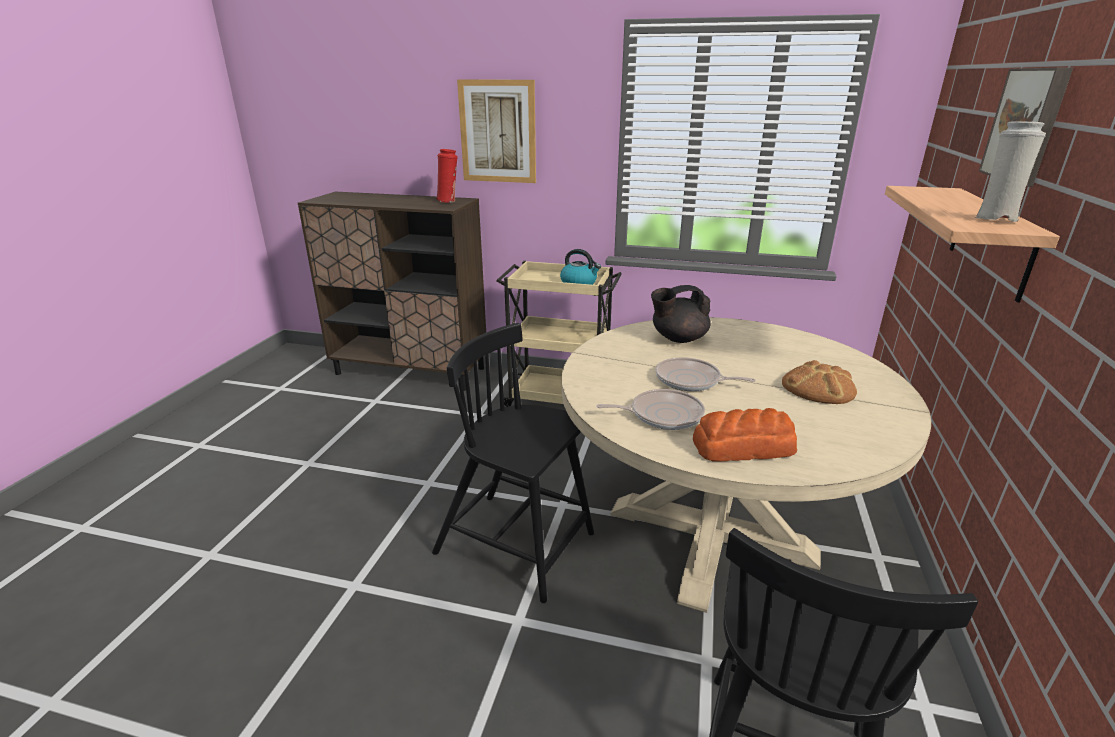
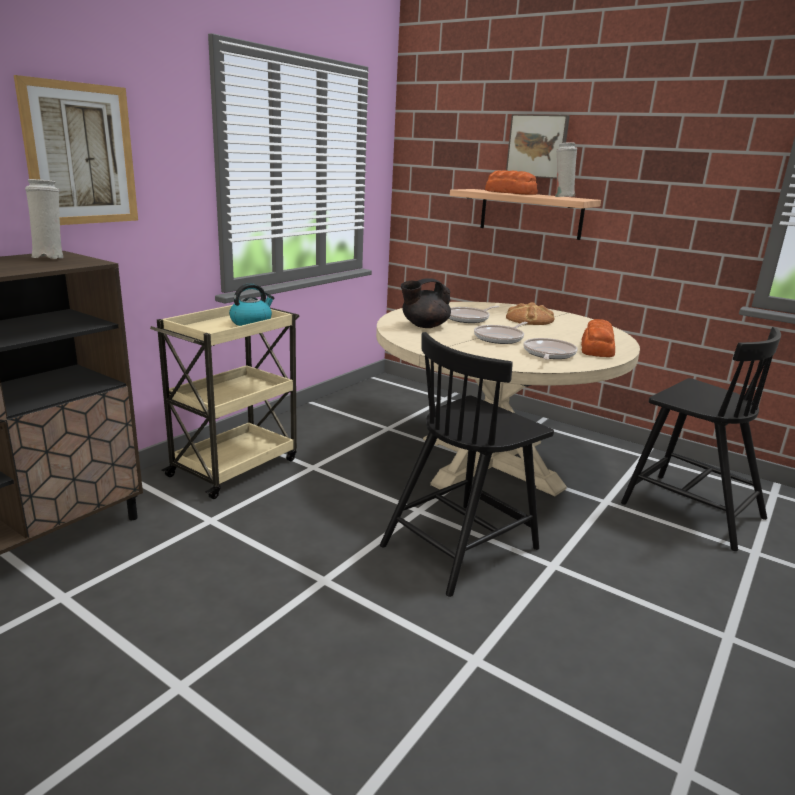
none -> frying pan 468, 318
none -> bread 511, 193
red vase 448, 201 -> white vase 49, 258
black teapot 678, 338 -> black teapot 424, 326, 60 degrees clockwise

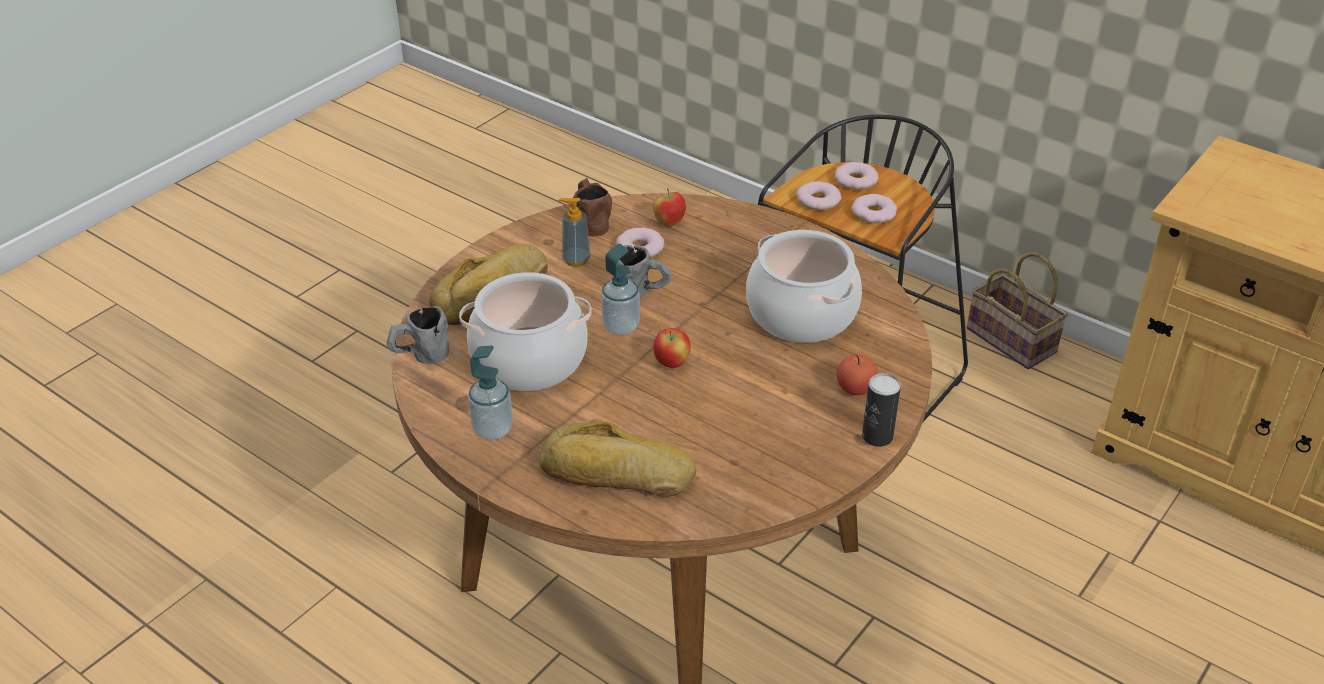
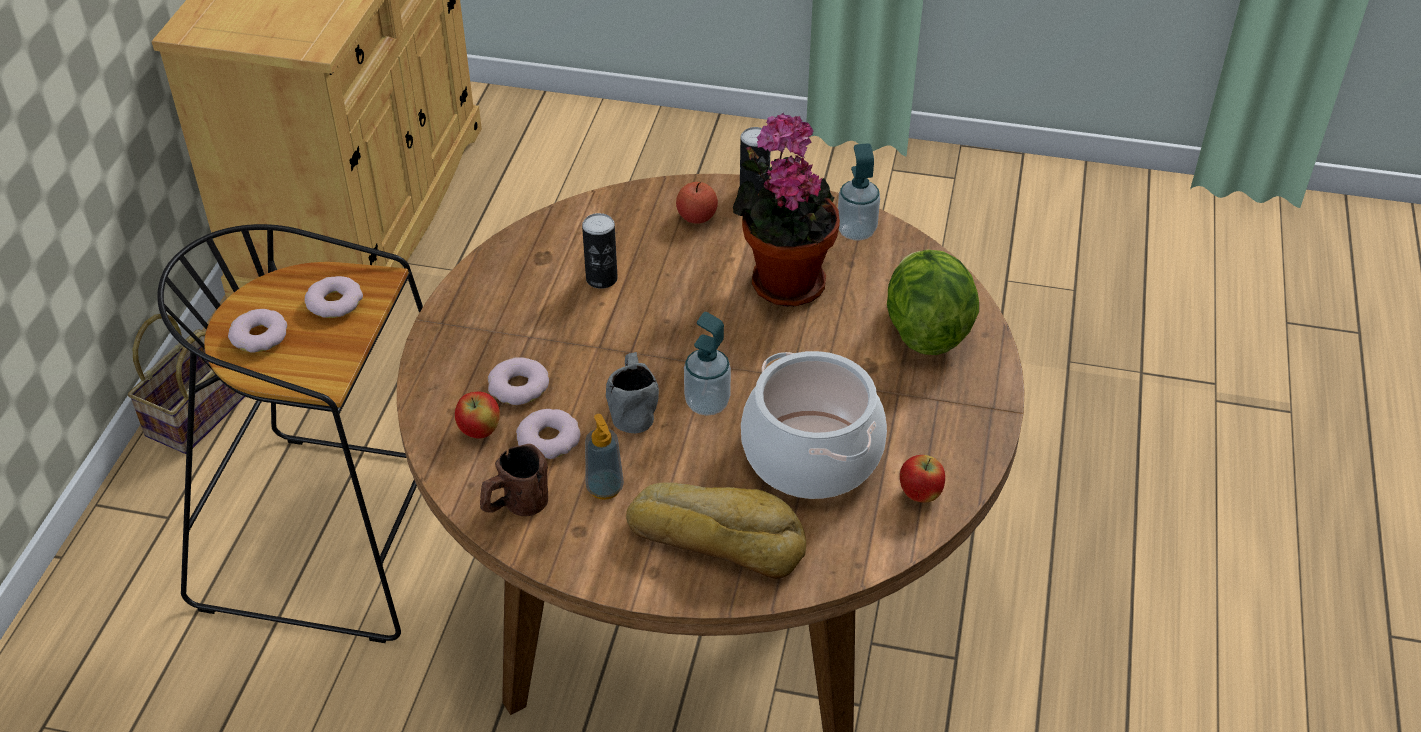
grey mug 420, 356 -> none
none -> potted plant 783, 280
soap dispenser 492, 429 -> soap dispenser 856, 231, relocated
apple 672, 363 -> apple 919, 495, relocated
donut 818, 200 -> donut 519, 387, relocated
bread 616, 475 -> lettuce 925, 330
cooking pot 800, 314 -> can 601, 279

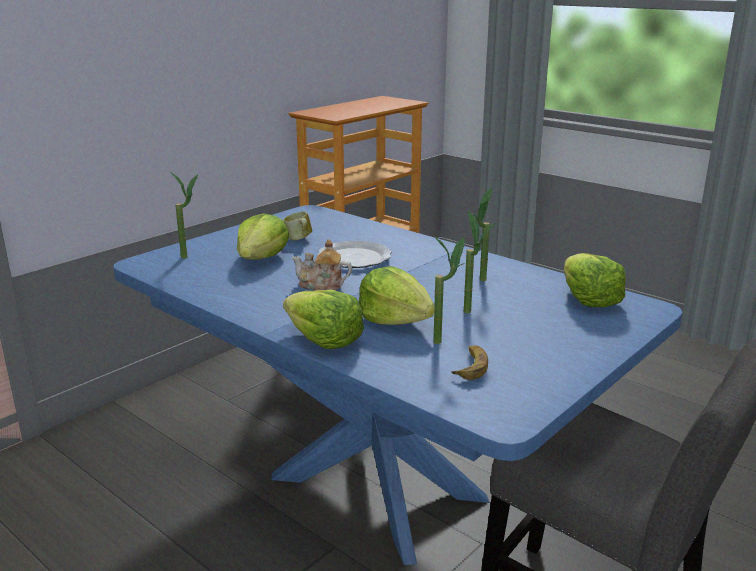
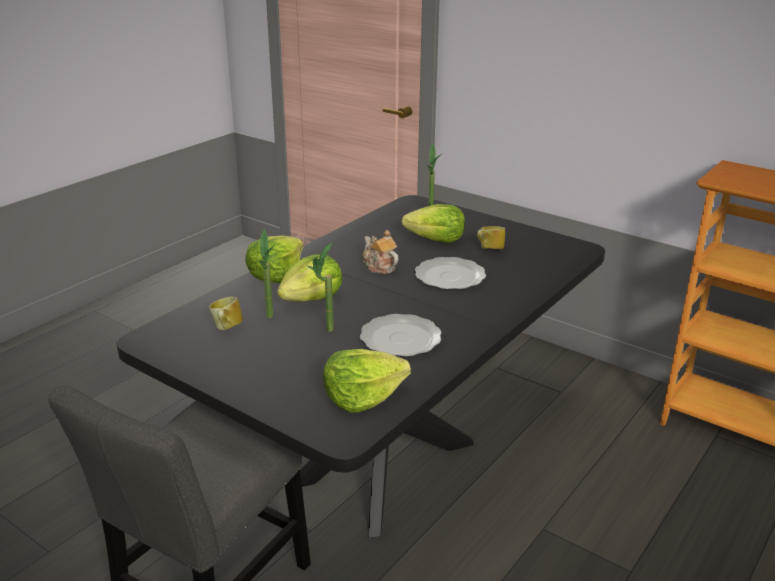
banana 470, 366 -> mug 226, 329
potted plant 481, 282 -> plate 400, 338
blue dining table 377, 486 -> black dining table 385, 464
teapot 321, 286 -> teapot 379, 267, 45 degrees counterclockwise

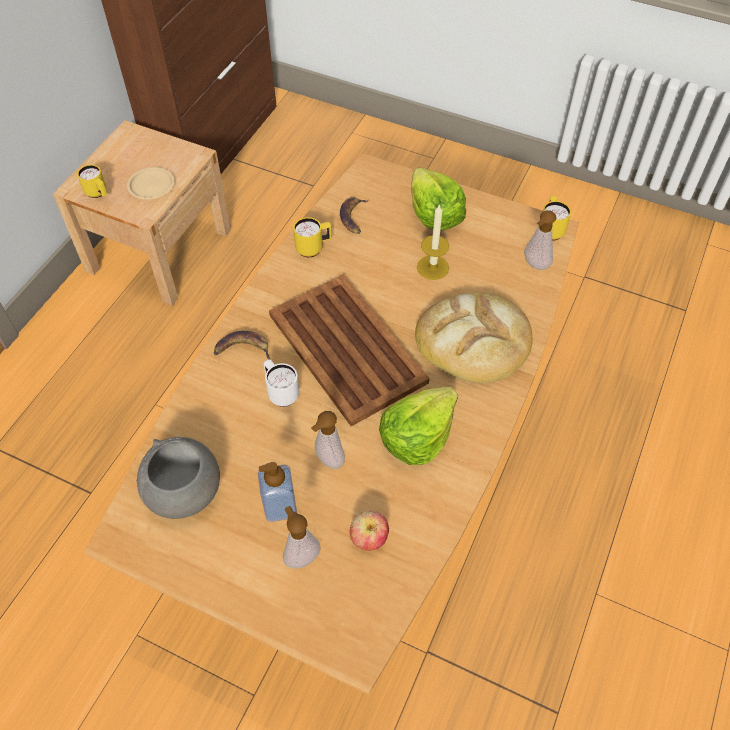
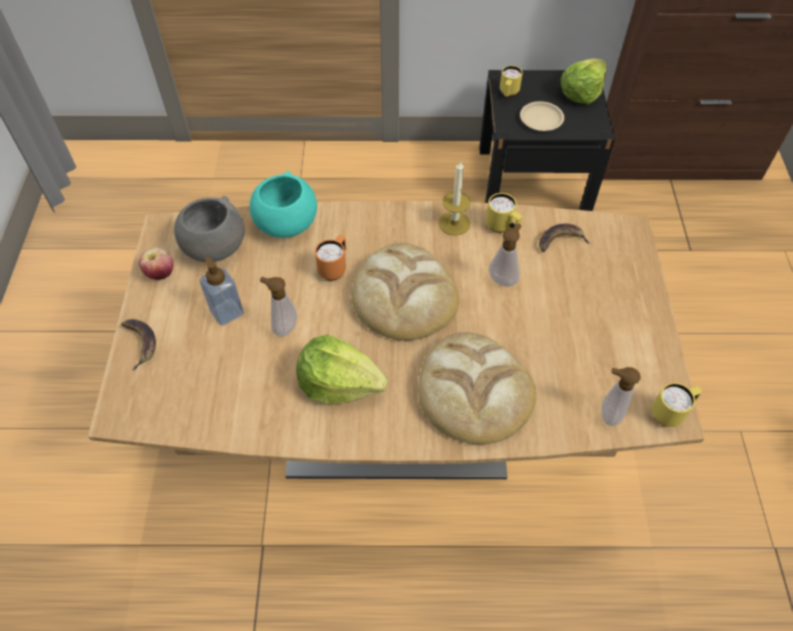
none -> turquoise bowl 286, 224
banana 242, 349 -> banana 139, 343, relocated
soap dispenser 301, 556 -> soap dispenser 503, 279, relocated
apple 369, 539 -> apple 160, 274, relocated
lettuce 434, 215 -> lettuce 581, 92, relocated
candle 432, 267 -> candle 454, 223, relocated
brown tray 347, 350 -> bread 404, 296
beige nightstand 159, 250 -> black nightstand 533, 180
white mug 281, 392 -> orange mug 334, 268

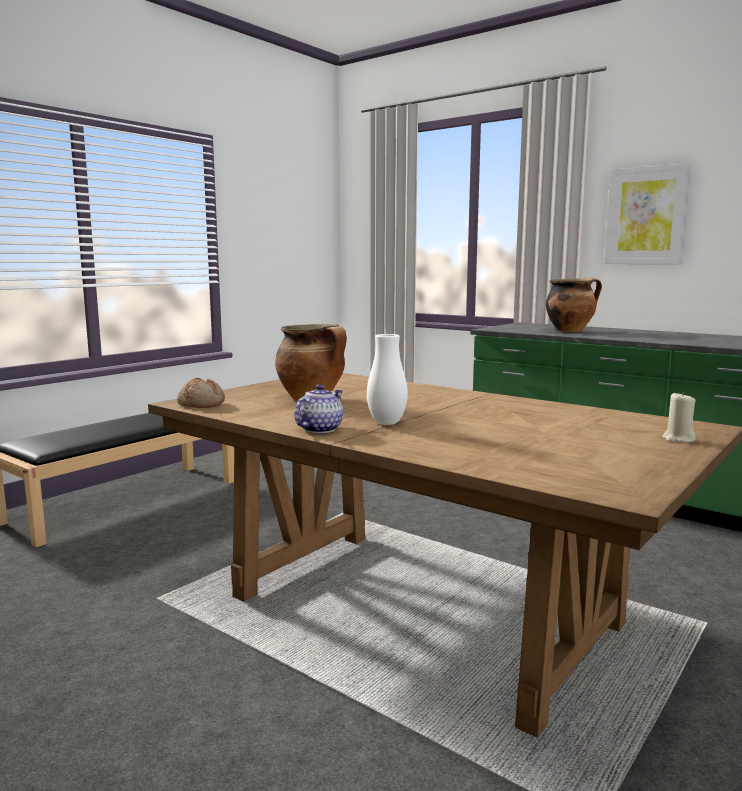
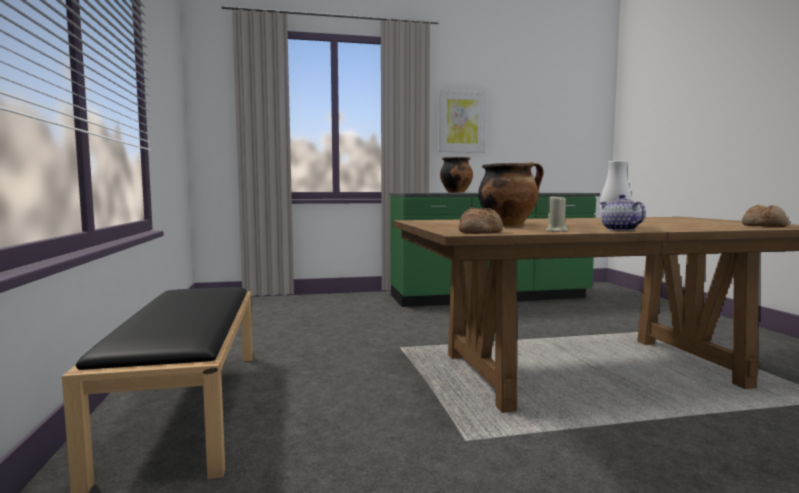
none -> bread 764, 226
beige candle 678, 439 -> beige candle 556, 231, relocated

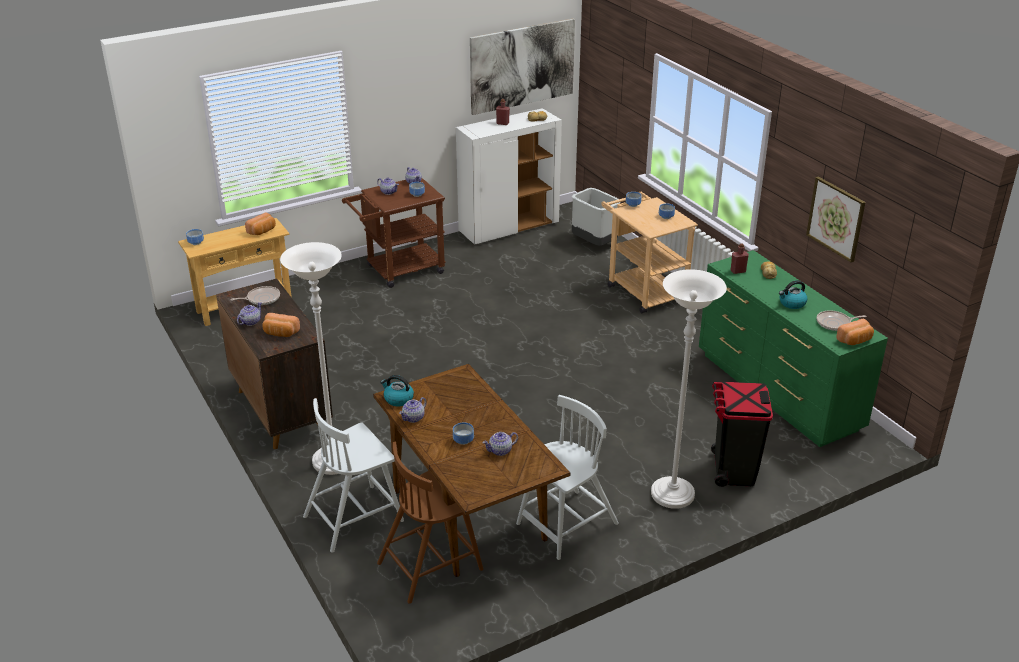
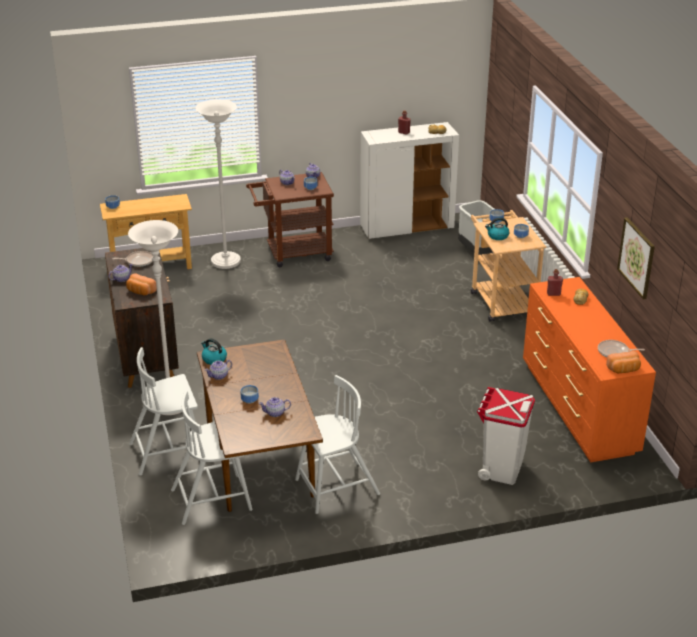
bread 262, 231 -> none
picture 522, 66 -> none
white floor lamp 672, 495 -> white floor lamp 226, 262, relocated
kettle 792, 303 -> kettle 497, 236, relocated
brown chair 431, 565 -> white chair 213, 499
green dresser 778, 392 -> orange dresser 578, 409
black trash can 733, 471 -> white trash can 501, 469

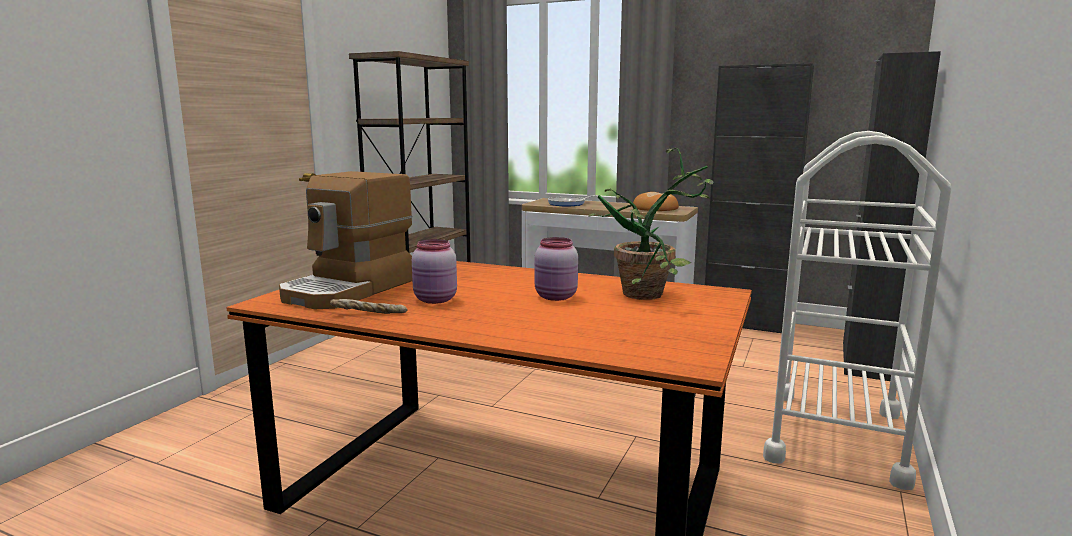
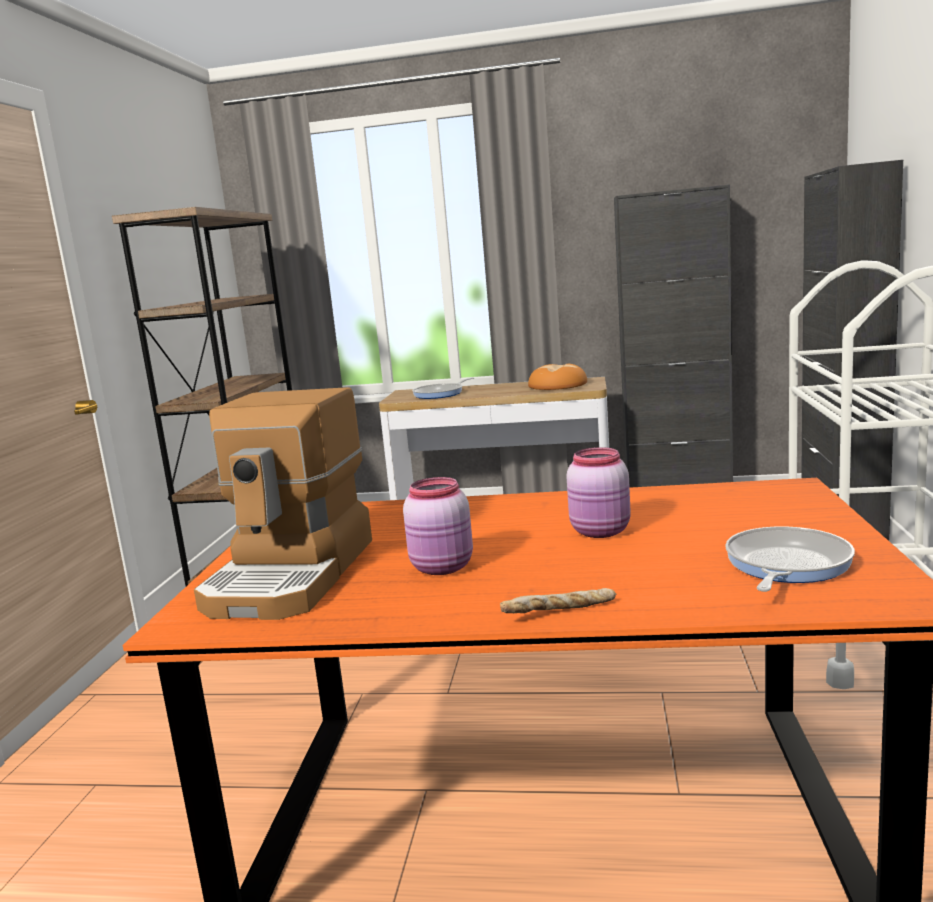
potted plant 654, 295 -> none
none -> frying pan 785, 565
bread 369, 314 -> bread 560, 613, relocated

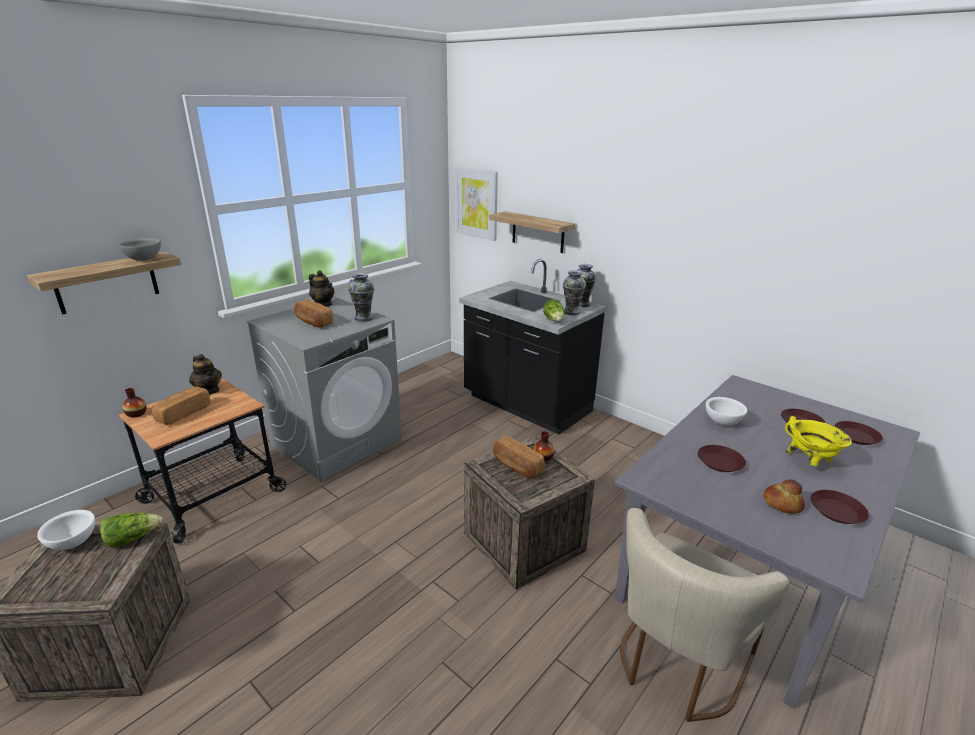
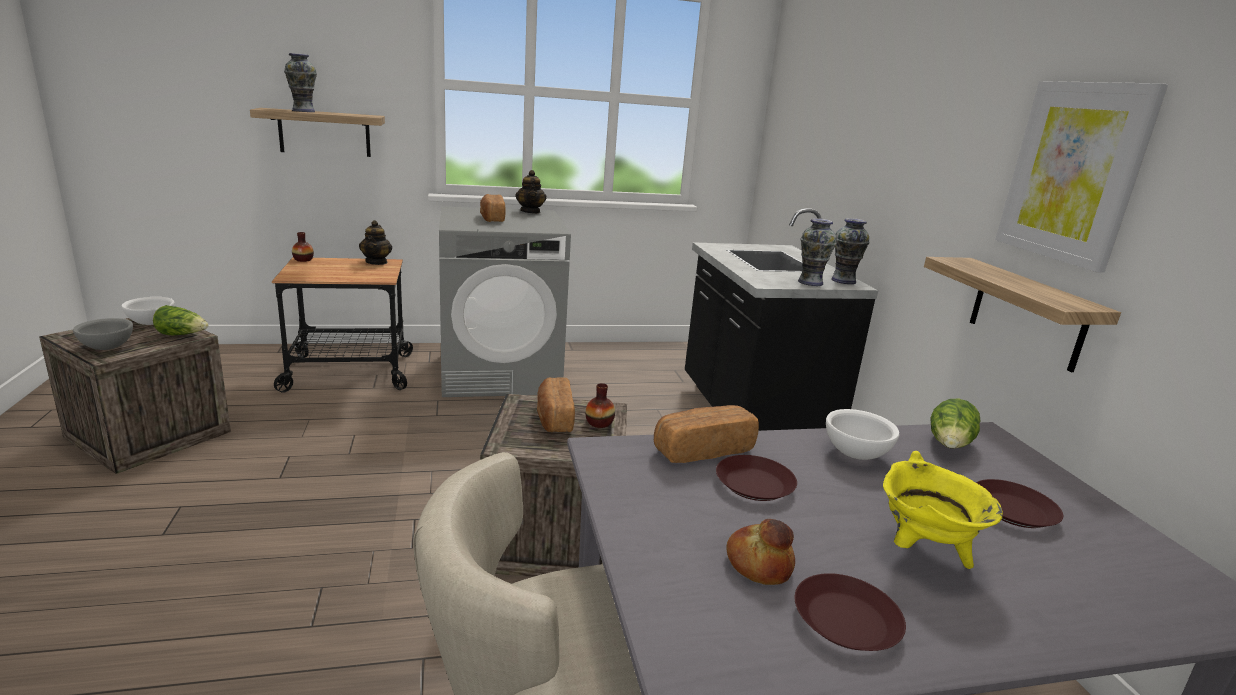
brown plate 856, 436 -> none
grey bowl 143, 259 -> grey bowl 107, 348, relocated
bread 183, 413 -> bread 702, 450, relocated
vase 363, 318 -> vase 303, 111, relocated
picture 476, 203 -> picture 1073, 172, relocated
shelf 538, 232 -> shelf 1027, 313, relocated
lettuce 554, 320 -> lettuce 950, 445, relocated

